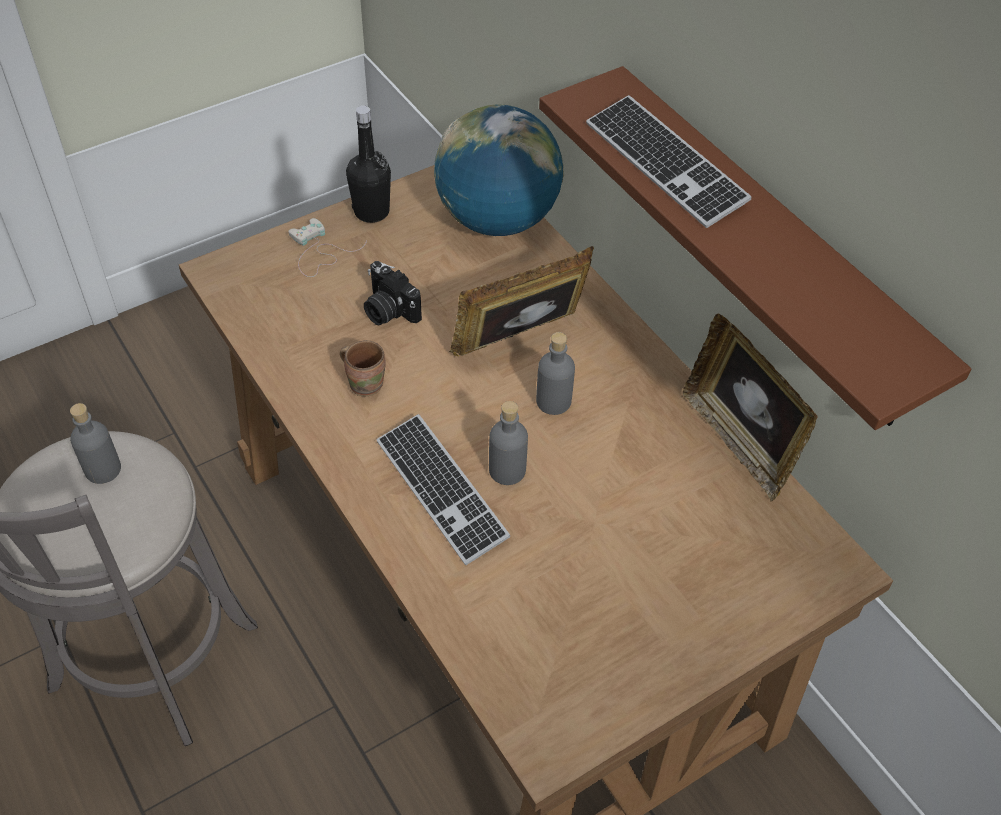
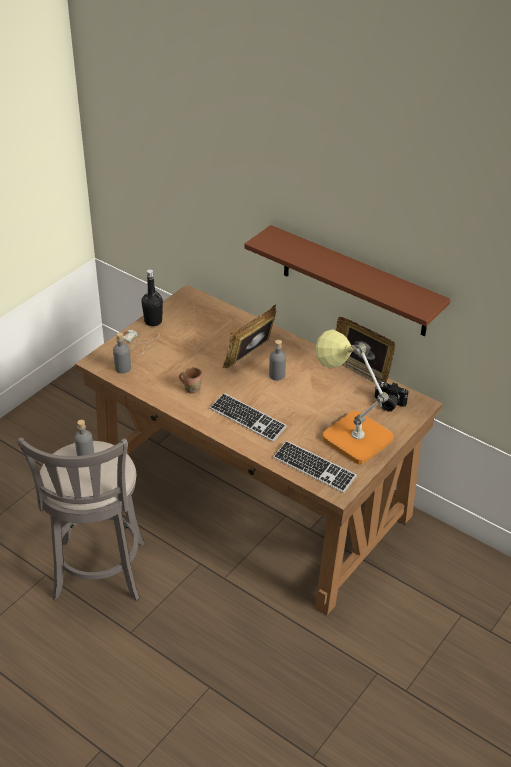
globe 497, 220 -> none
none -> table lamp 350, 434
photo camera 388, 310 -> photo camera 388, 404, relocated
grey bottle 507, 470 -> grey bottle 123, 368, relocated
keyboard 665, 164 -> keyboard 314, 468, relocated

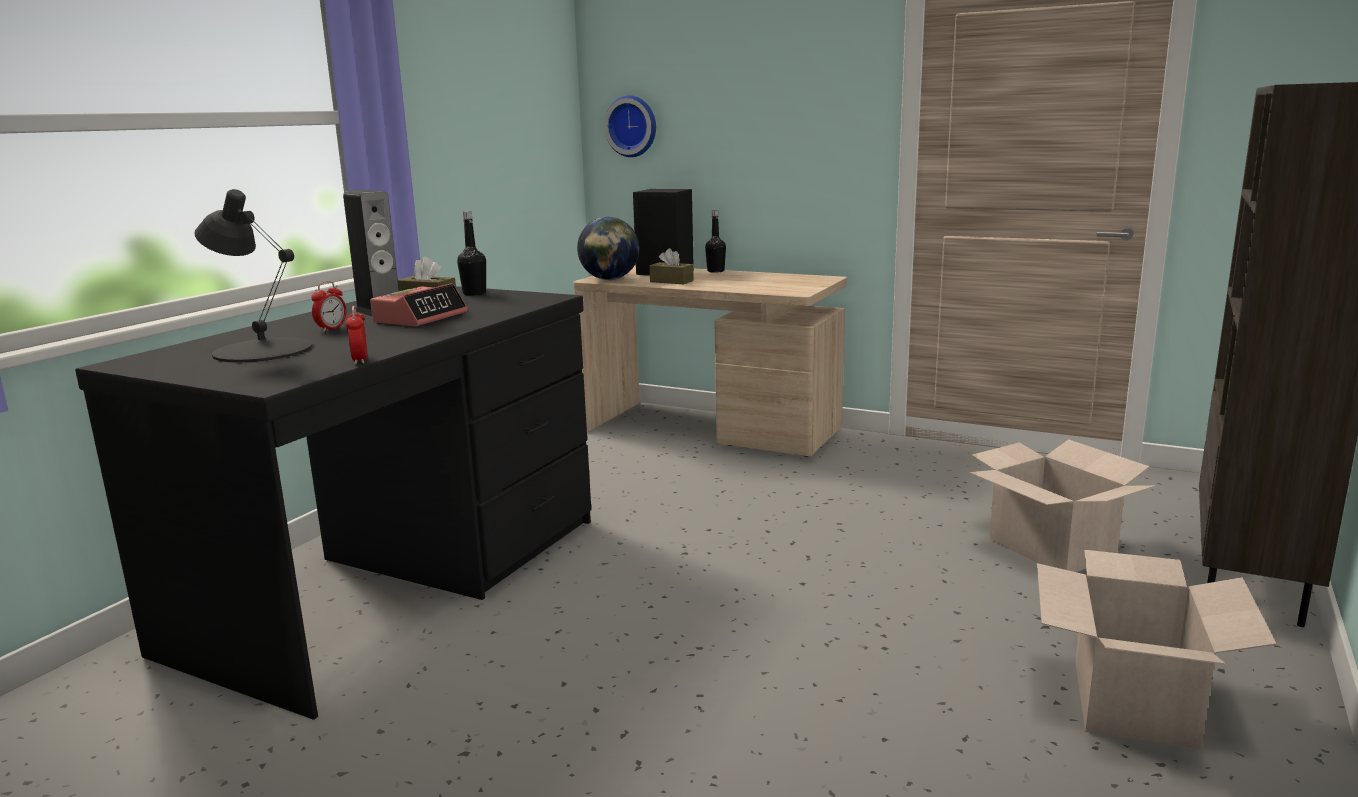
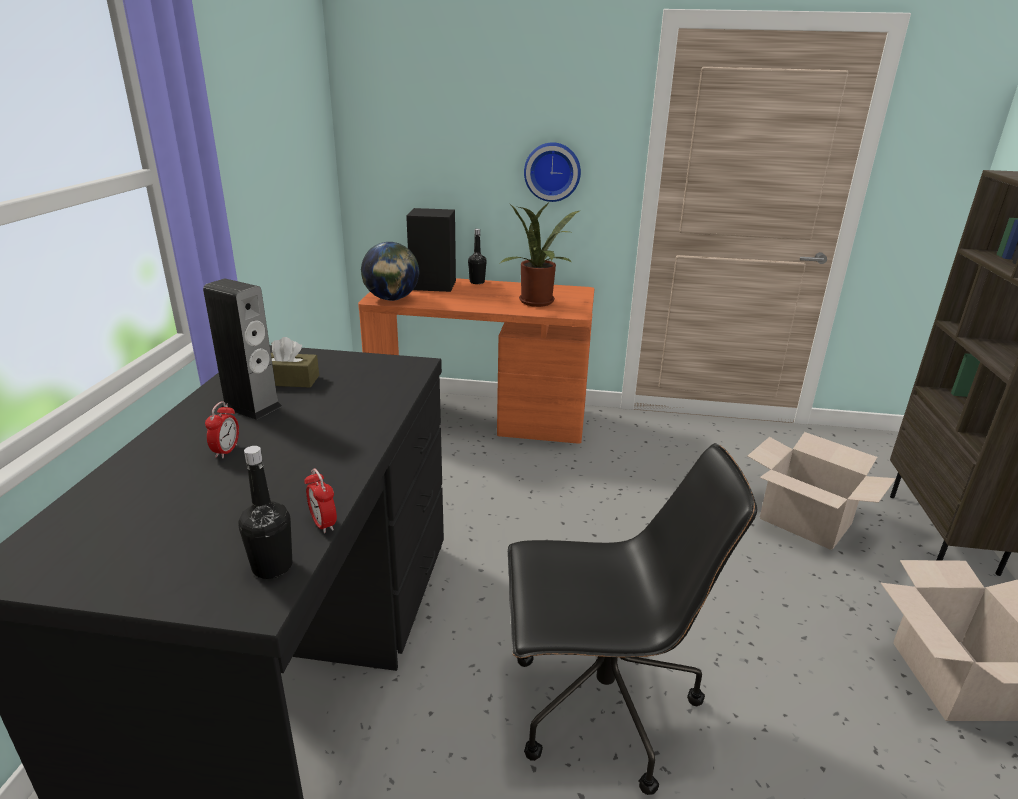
black table lamp 262, 350 -> none
alarm clock 421, 318 -> none
brown tissue box 671, 281 -> none
none -> potted plant 539, 303
none -> black office chair 599, 706
black bottle 474, 293 -> black bottle 272, 567, relocated
wall clock 632, 126 -> wall clock 552, 171, relocated
beige desk 711, 430 -> orange desk 480, 418

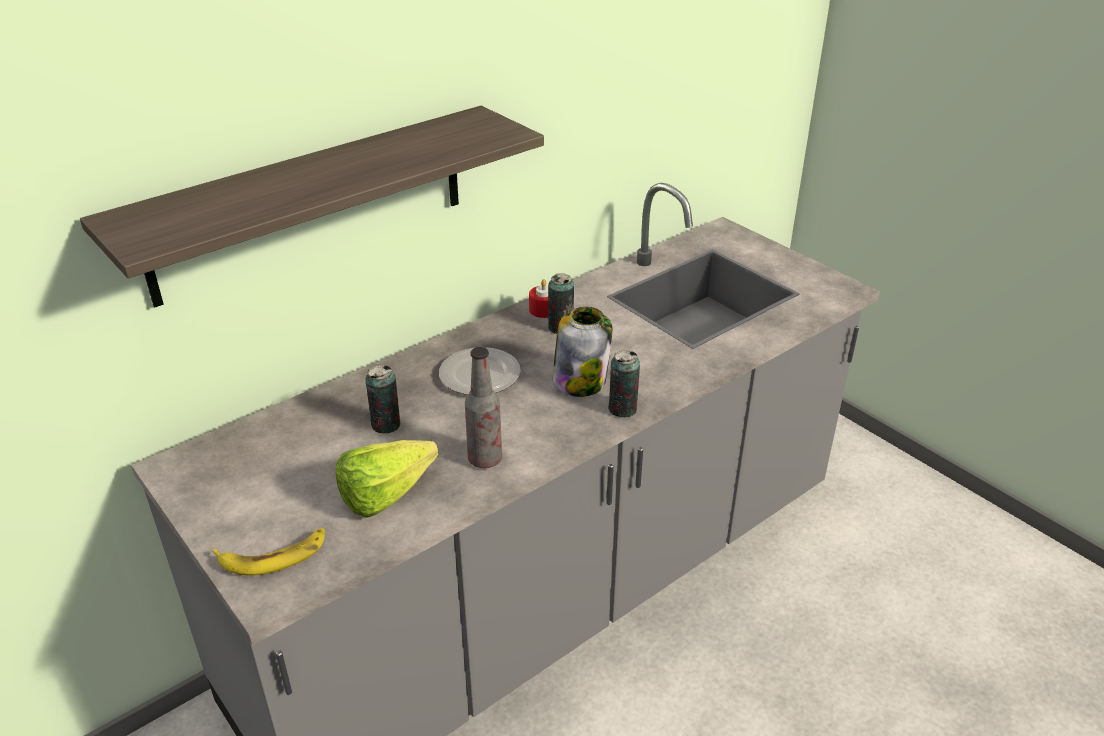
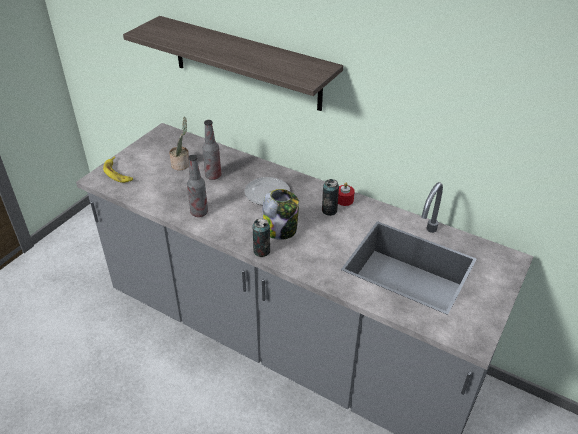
lettuce 394, 493 -> none
none -> potted plant 181, 164
can 386, 425 -> bottle 213, 176

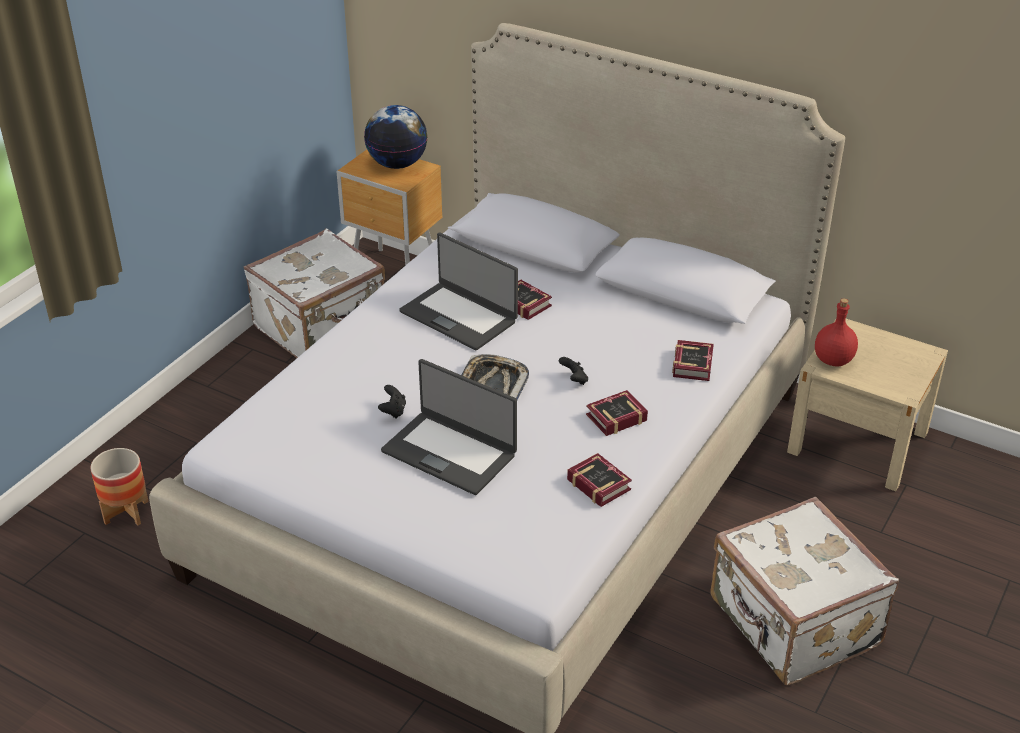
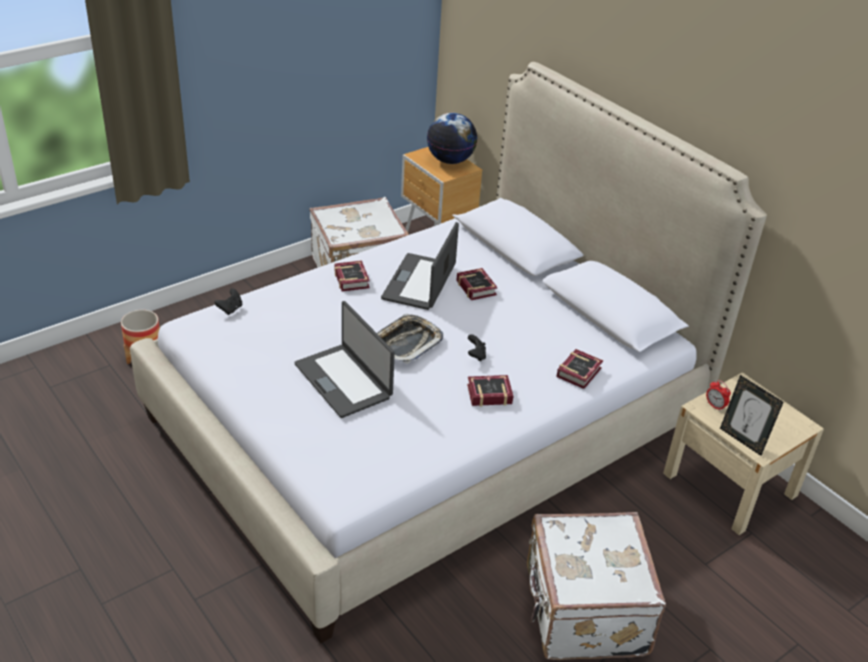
none -> picture frame 742, 440
black game controller 393, 411 -> black game controller 230, 309, relocated
book 598, 482 -> book 352, 278, relocated
red bottle 833, 360 -> alarm clock 715, 406
laptop 459, 316 -> laptop 420, 282, 45 degrees clockwise

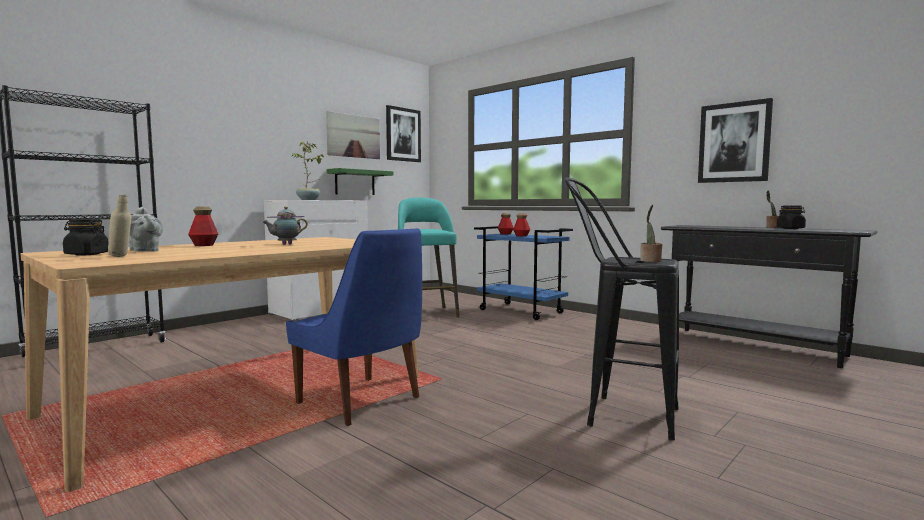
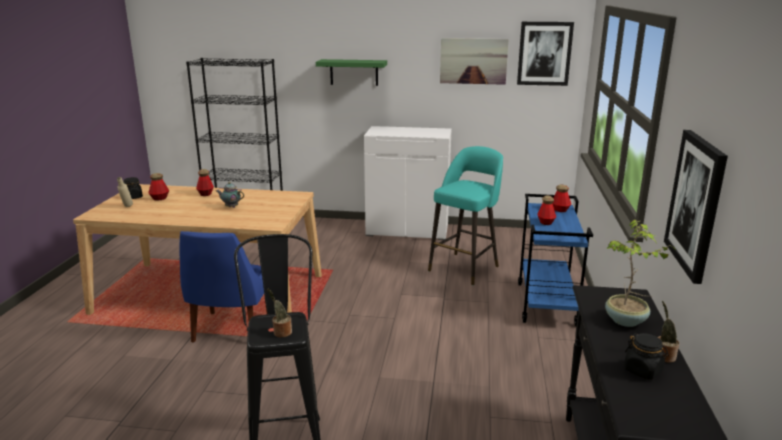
potted plant 308, 199 -> potted plant 626, 321, relocated
green shelf 355, 182 -> green shelf 354, 72, relocated
grey teapot 145, 251 -> bottle 159, 198

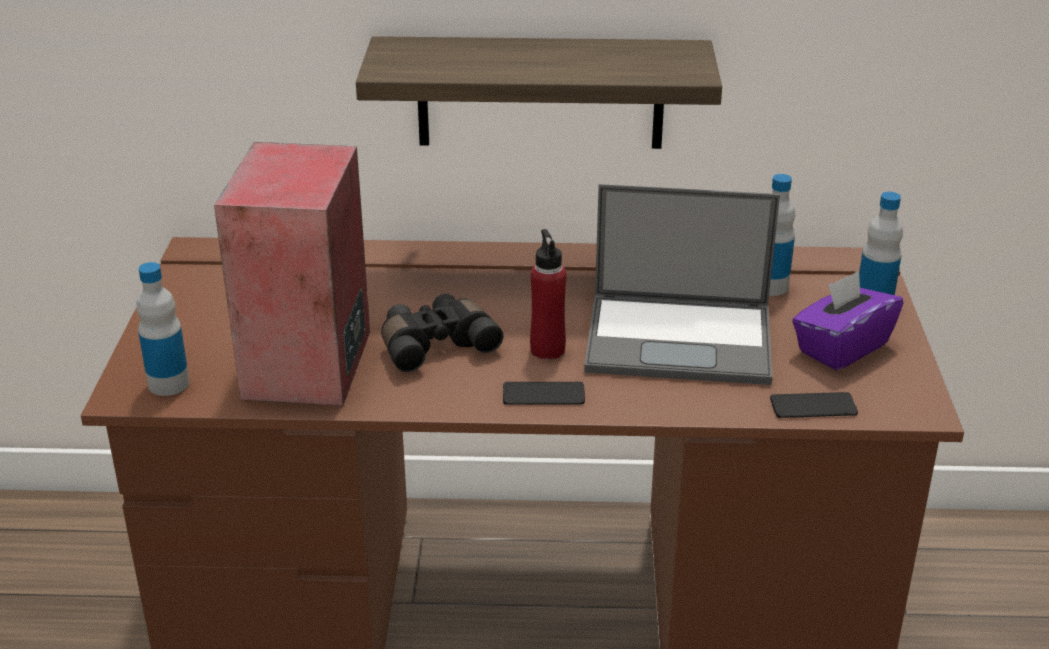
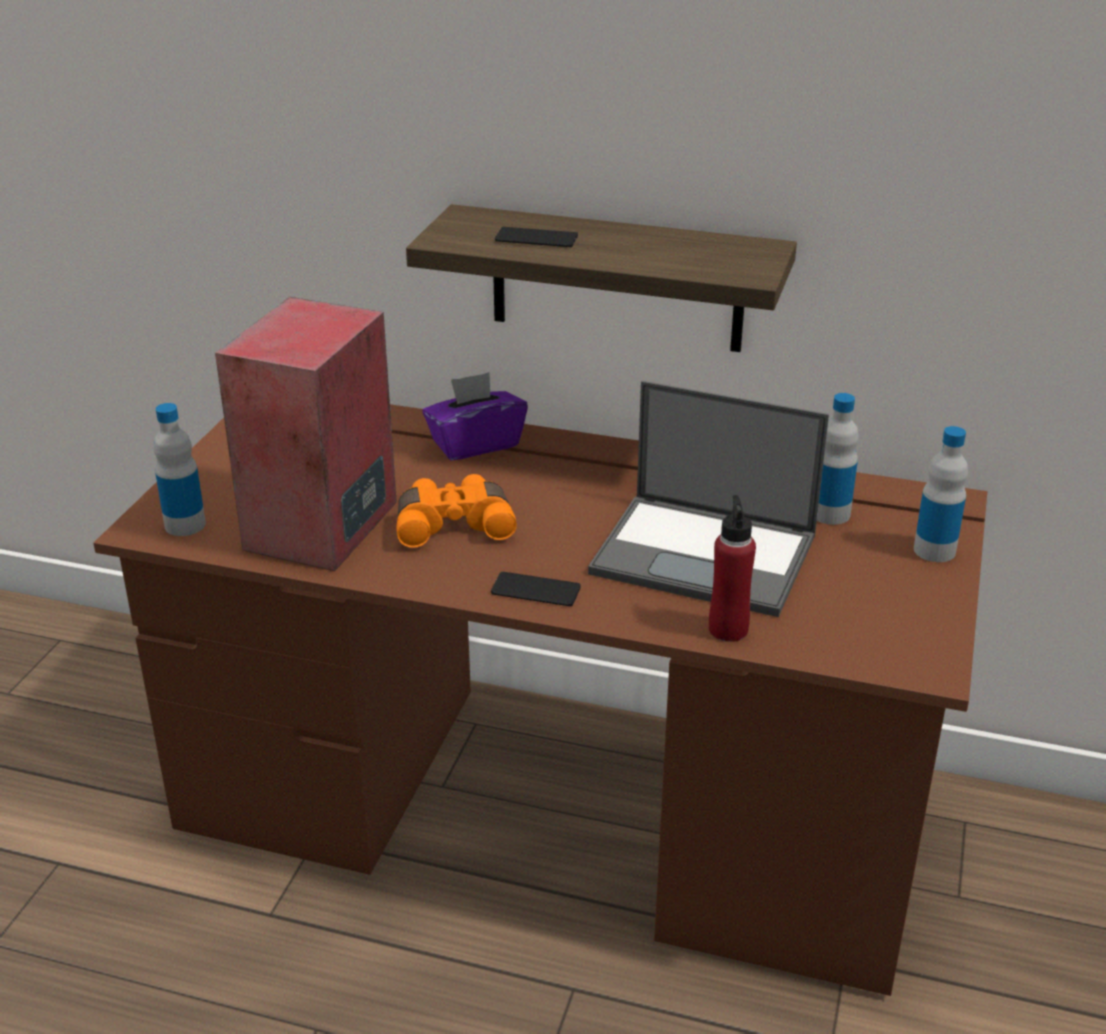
red bottle 547, 350 -> red bottle 728, 629, relocated
phone 813, 406 -> phone 536, 238, relocated
purple tissue box 841, 347 -> purple tissue box 475, 444, relocated
black binoculars 435, 344 -> orange binoculars 453, 524

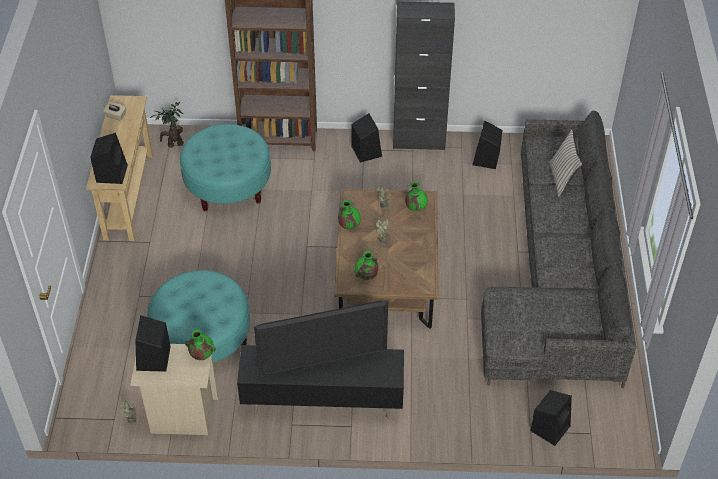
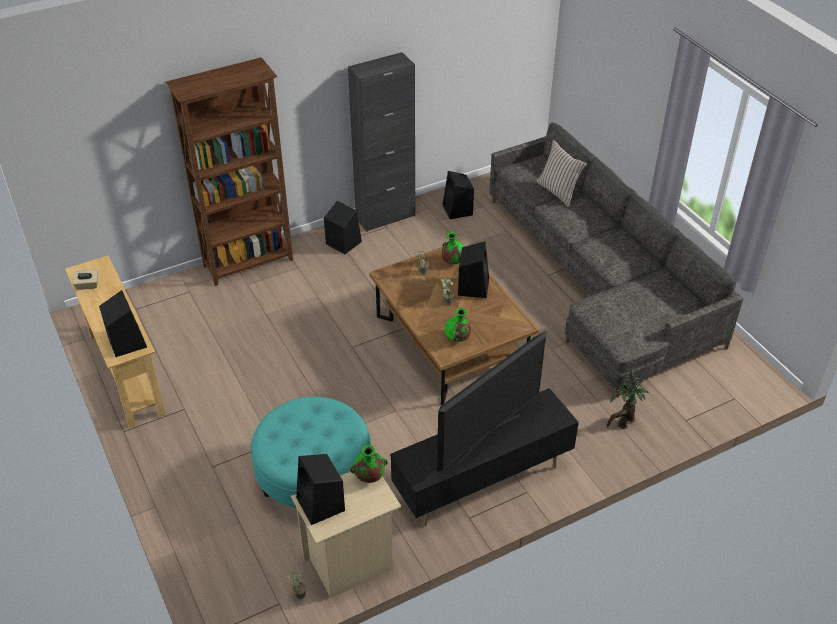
turquoise ottoman 228, 186 -> none
green vase 349, 225 -> none
potted plant 173, 144 -> potted plant 623, 423, relocated
black speaker 550, 427 -> black speaker 473, 286, relocated

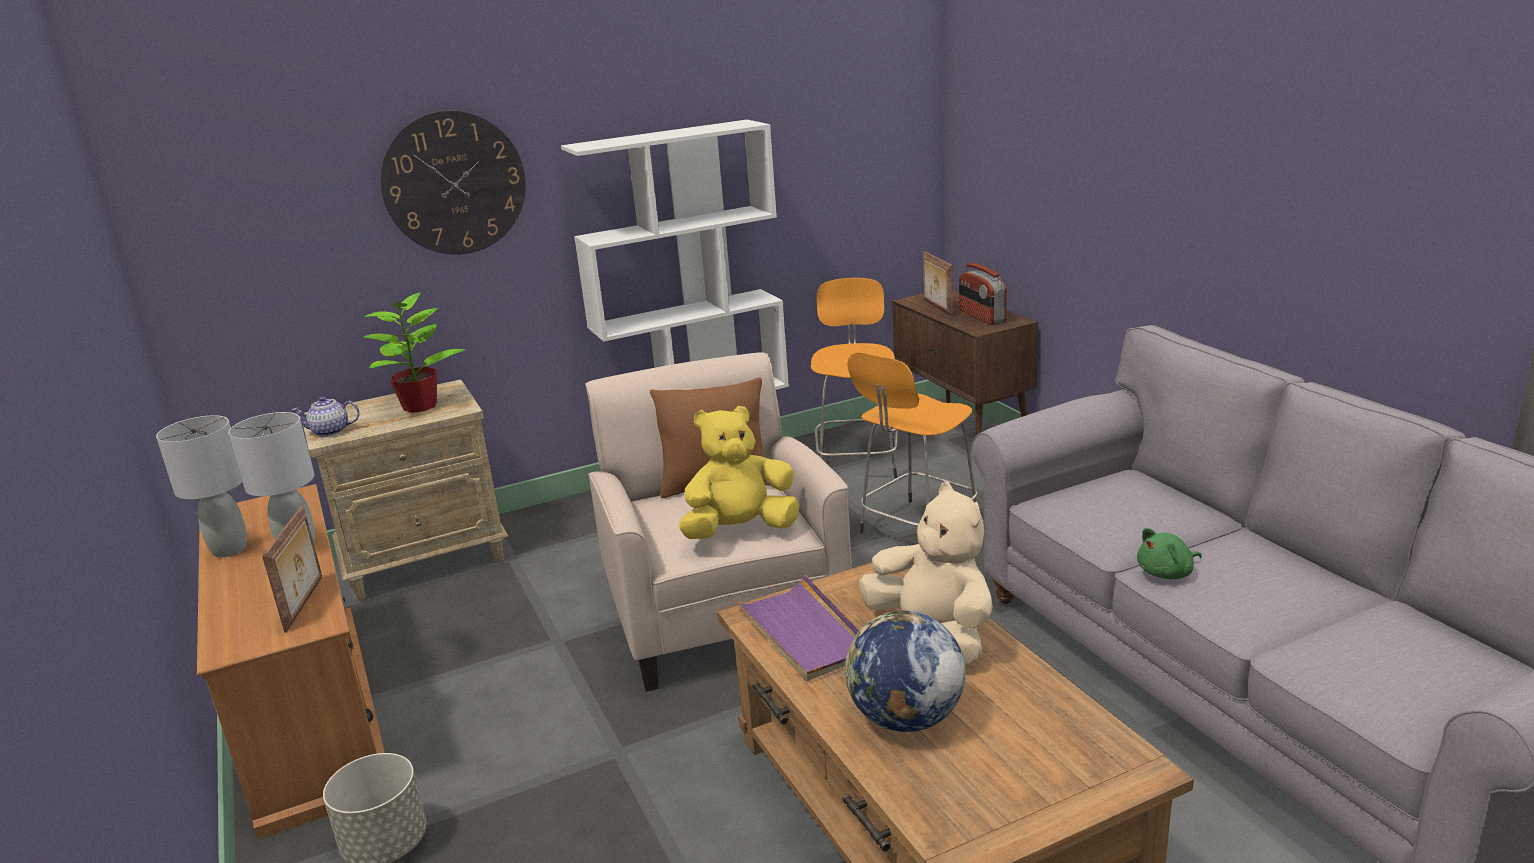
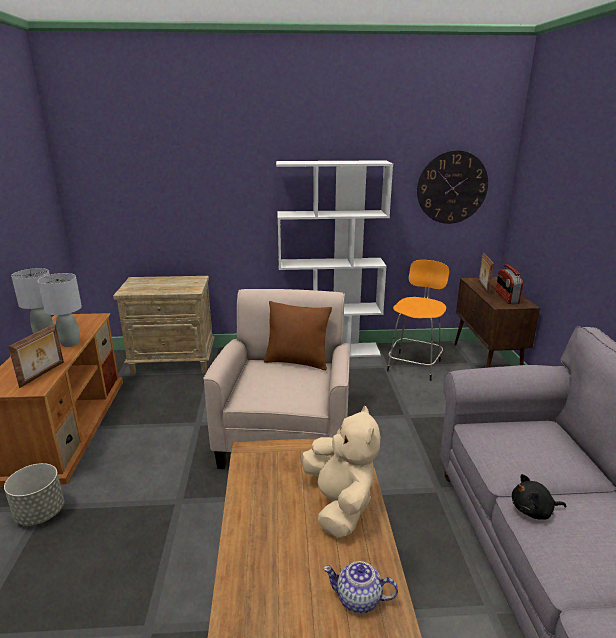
potted plant 421, 406 -> none
yellow plush toy 740, 530 -> none
purple tray 804, 632 -> none
globe 905, 719 -> none
orange stool 916, 529 -> none
teapot 331, 431 -> teapot 359, 599, relocated
wall clock 454, 183 -> wall clock 452, 187, relocated
green plush toy 1167, 573 -> black plush toy 533, 511

